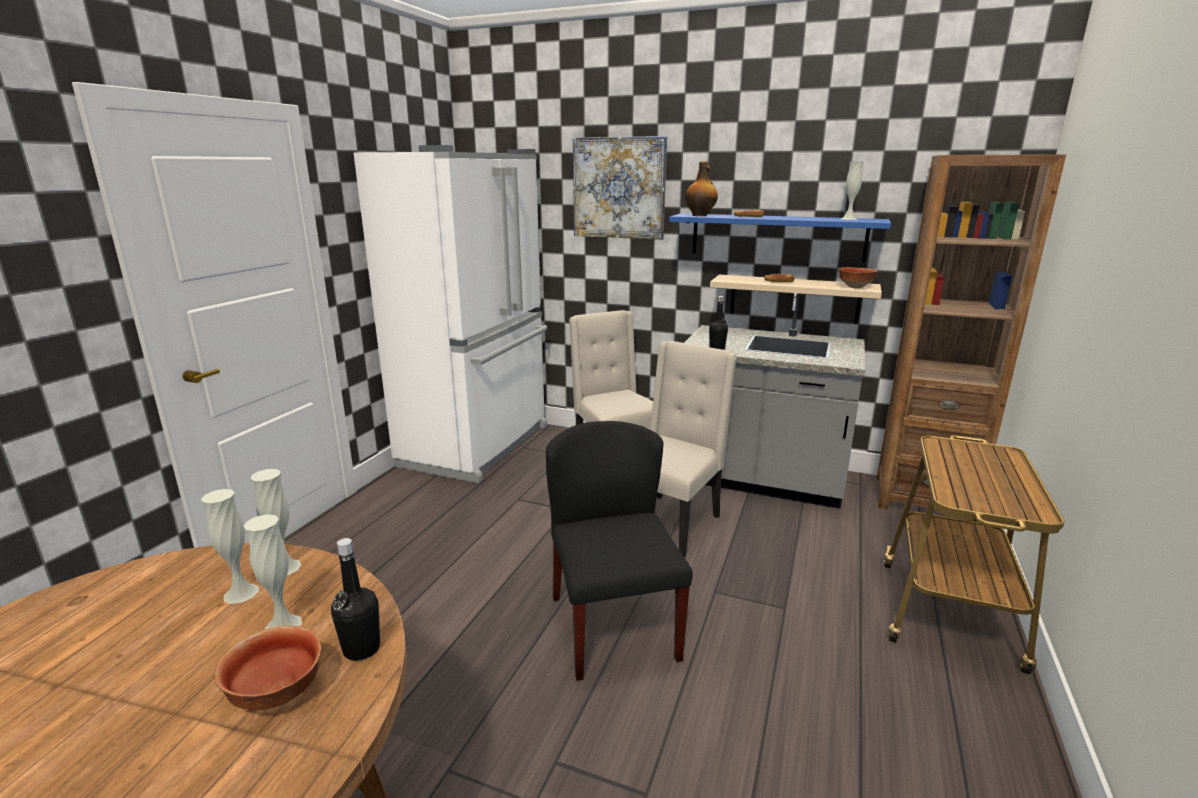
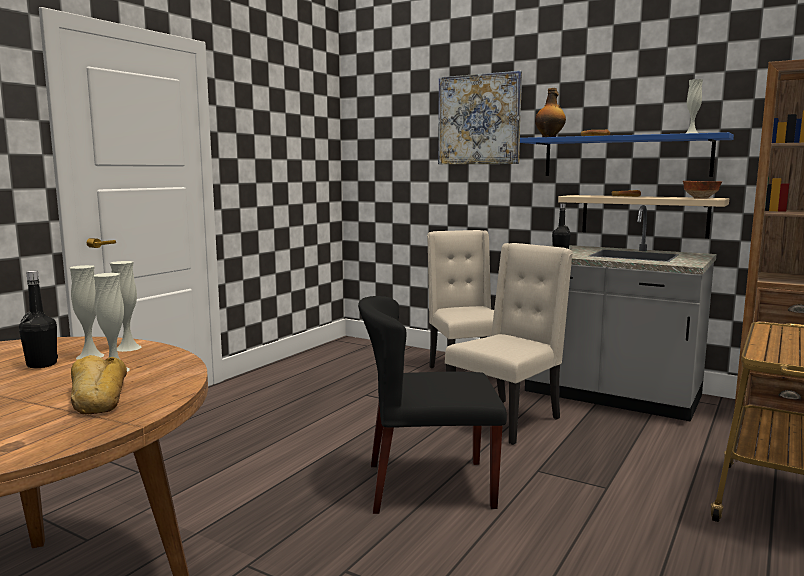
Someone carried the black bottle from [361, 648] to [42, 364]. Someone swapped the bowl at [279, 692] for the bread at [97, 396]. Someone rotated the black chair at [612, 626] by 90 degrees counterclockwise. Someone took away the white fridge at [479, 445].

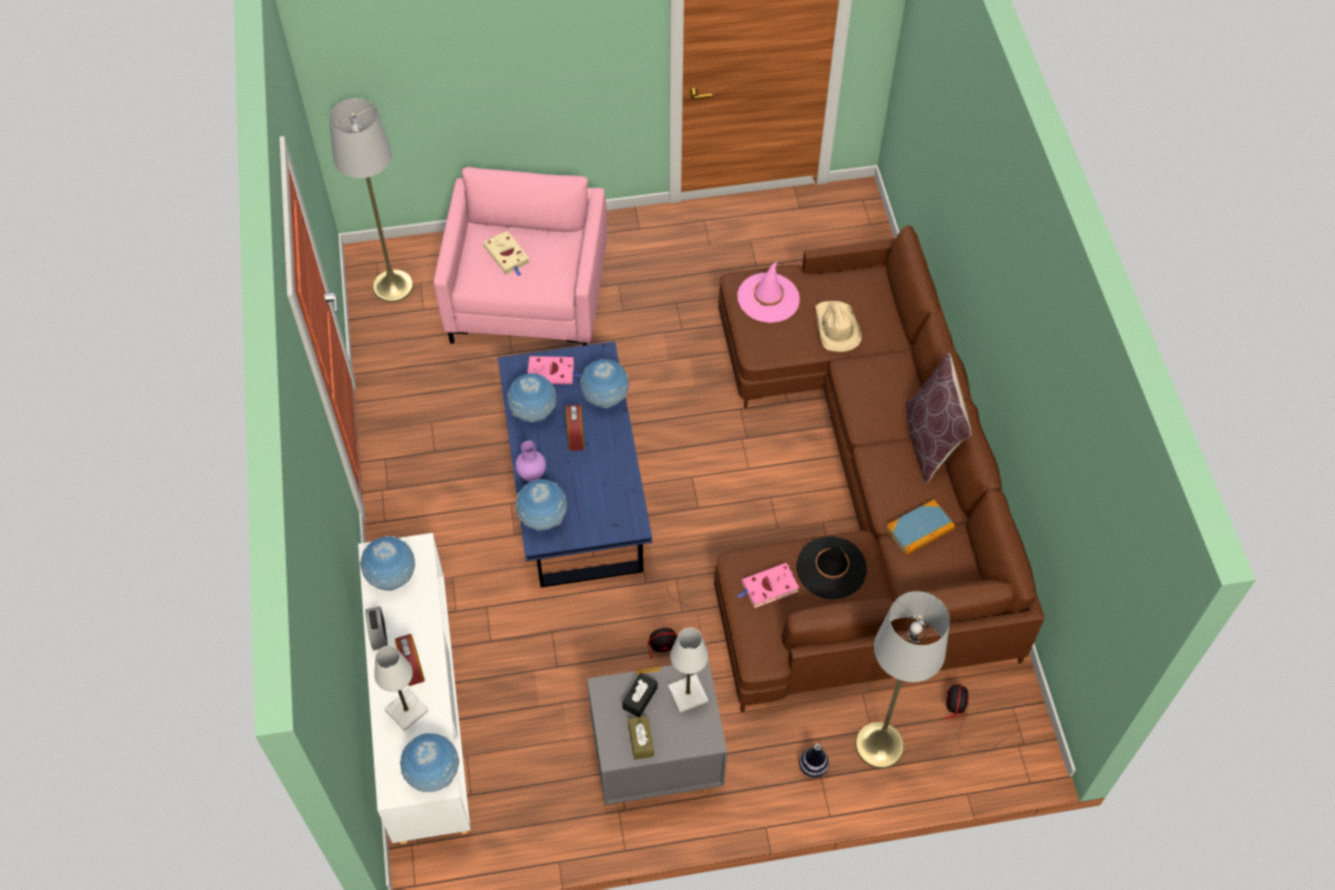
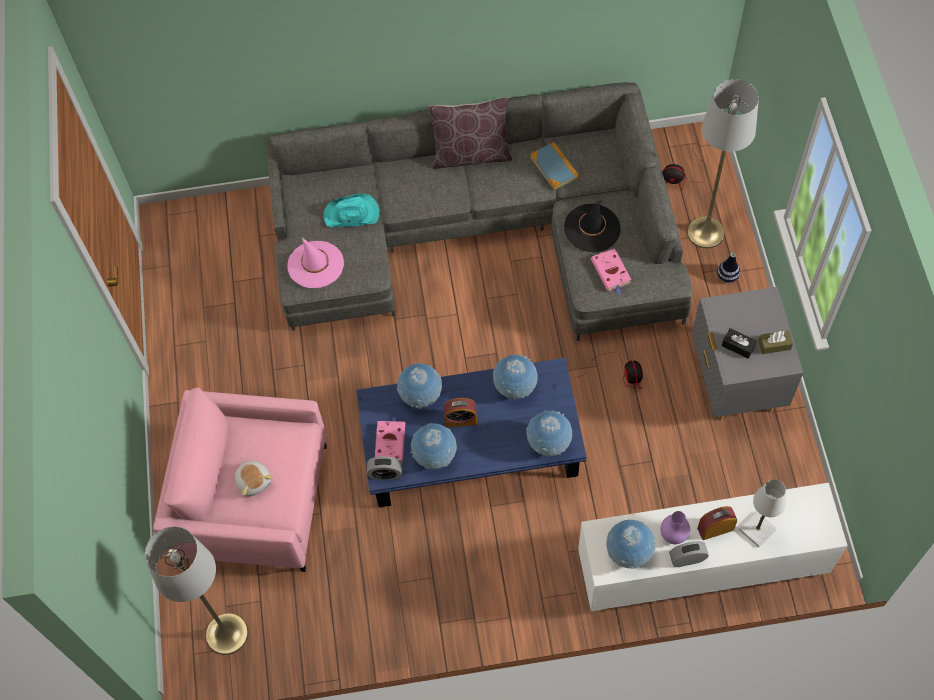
Someone swapped the beige book at [507, 256] for the plush toy at [254, 481]. Someone repainted the brown sofa at [861, 493], which became the grey sofa at [483, 232]. Someone repainted the beige hat at [836, 328], which became the turquoise hat at [352, 214]. Someone put down the alarm clock at [385, 473]. Someone carried the globe from [433, 774] to [515, 387]. Someone carried the purple vase from [531, 475] to [674, 536]. Someone took away the white table lamp at [688, 694].

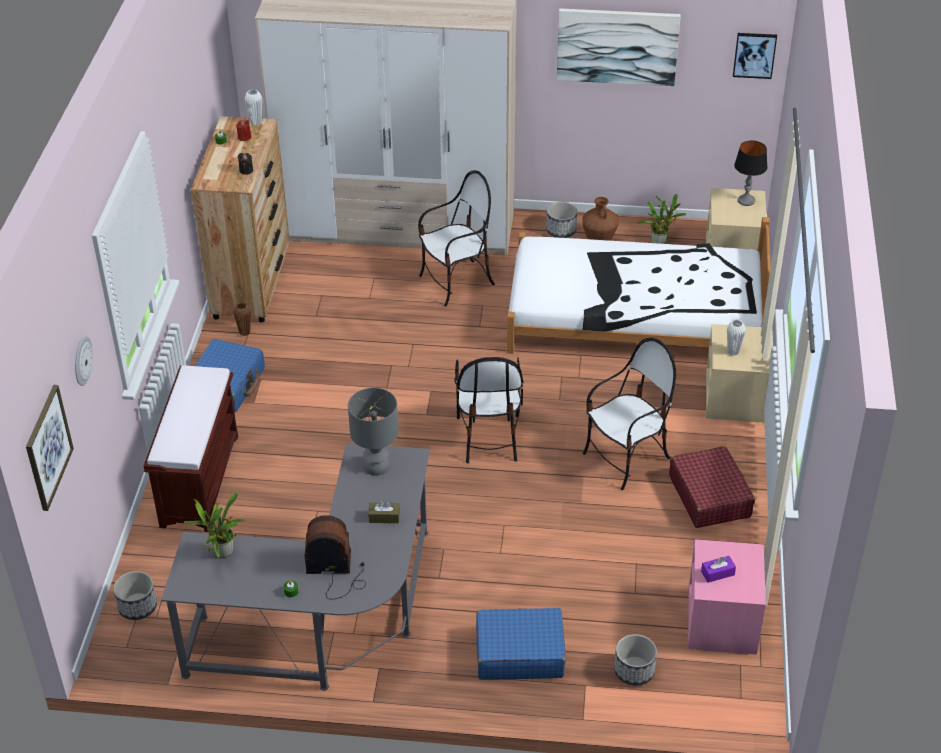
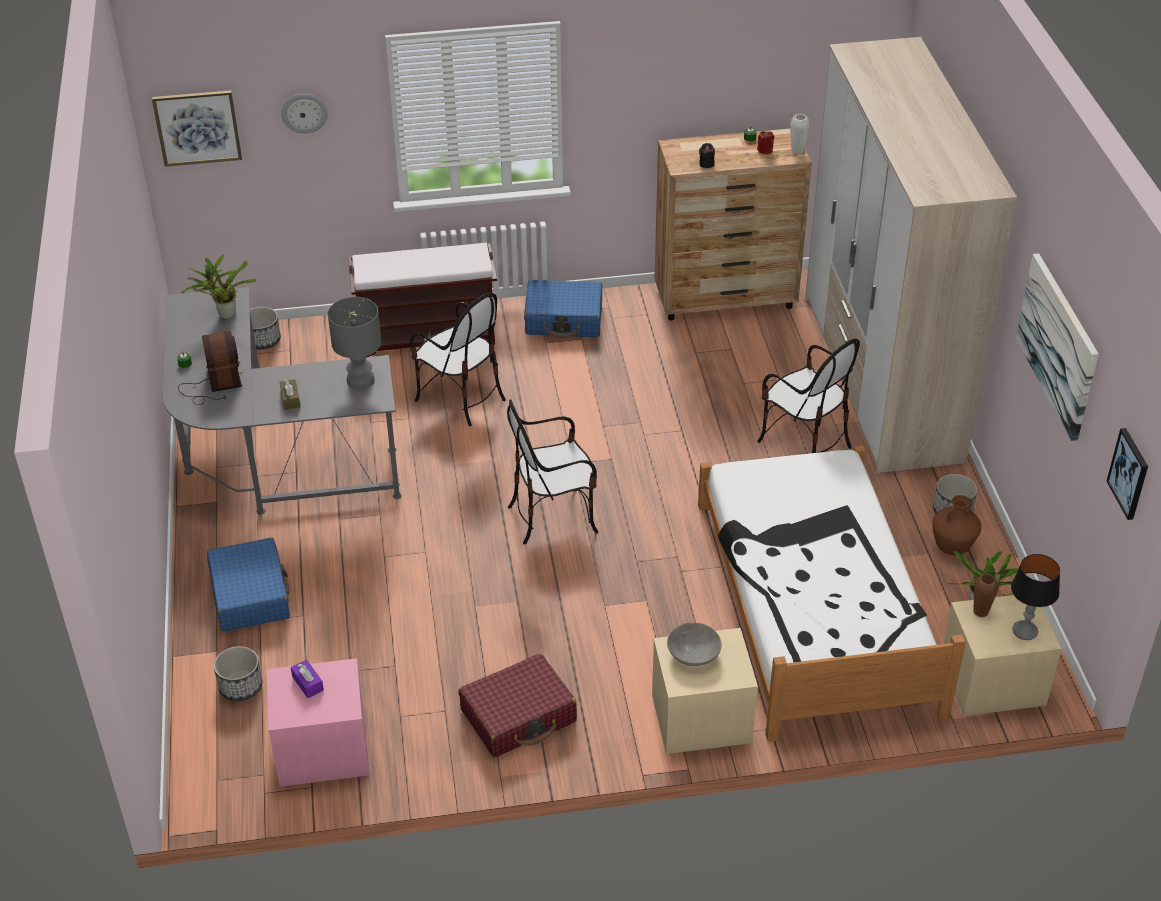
Someone carried the chair from [627, 459] to [460, 398]. Someone swapped the white vase at [733, 352] for the grey bowl at [693, 654]. Someone carried the brown vase from [244, 332] to [980, 612].

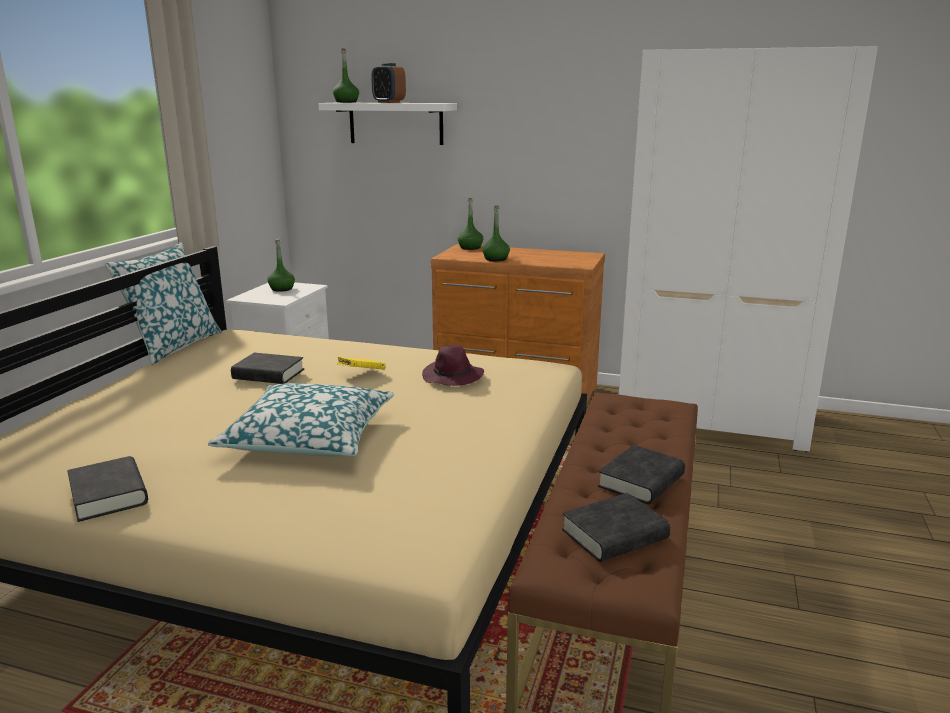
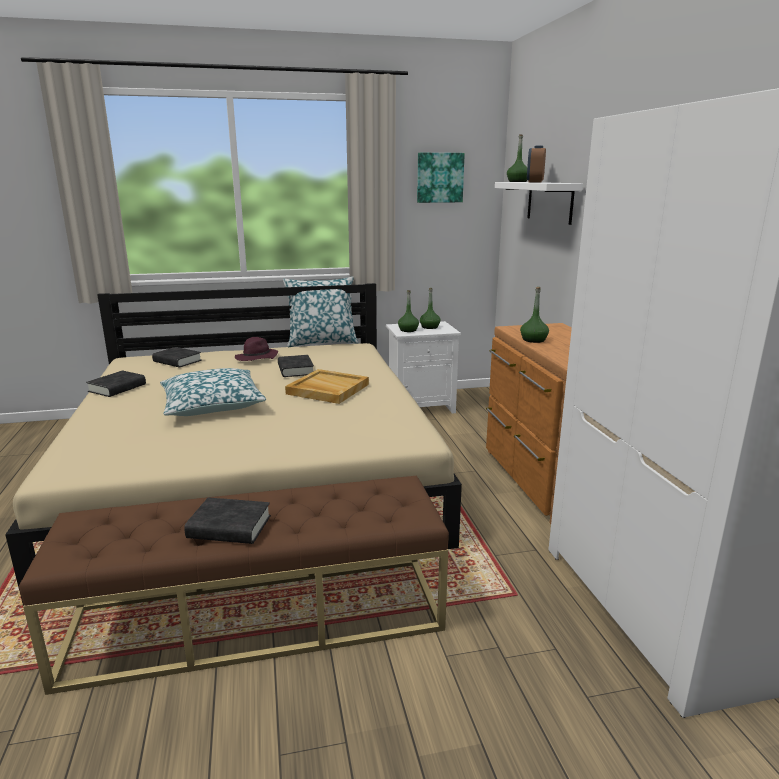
Someone carried the black book from [614, 535] to [177, 361]. Someone carried the purple hat from [453, 377] to [256, 358]. Someone swapped the yellow book at [361, 374] for the beige tray at [327, 389]. Someone carried the green bottle from [470, 247] to [408, 330]. Someone put up the picture at [439, 177].

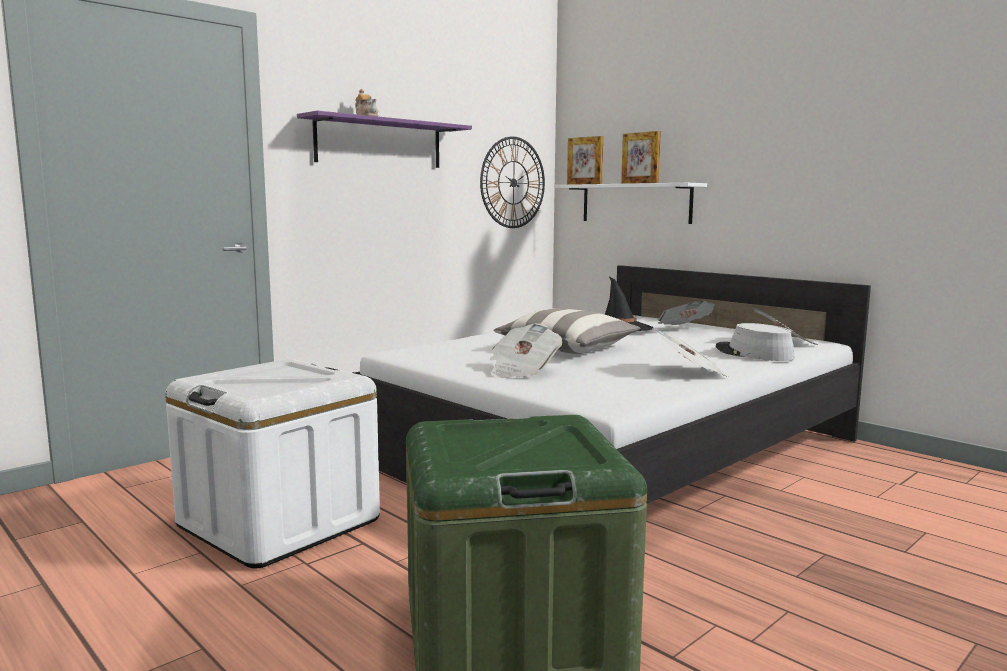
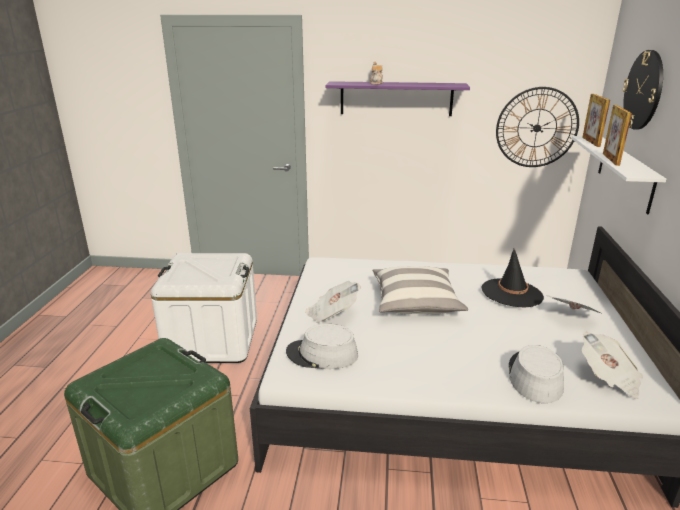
Someone put down the grey hat at [322, 354]. Someone put up the wall clock at [643, 90]. Someone took away the newspaper at [690, 372].

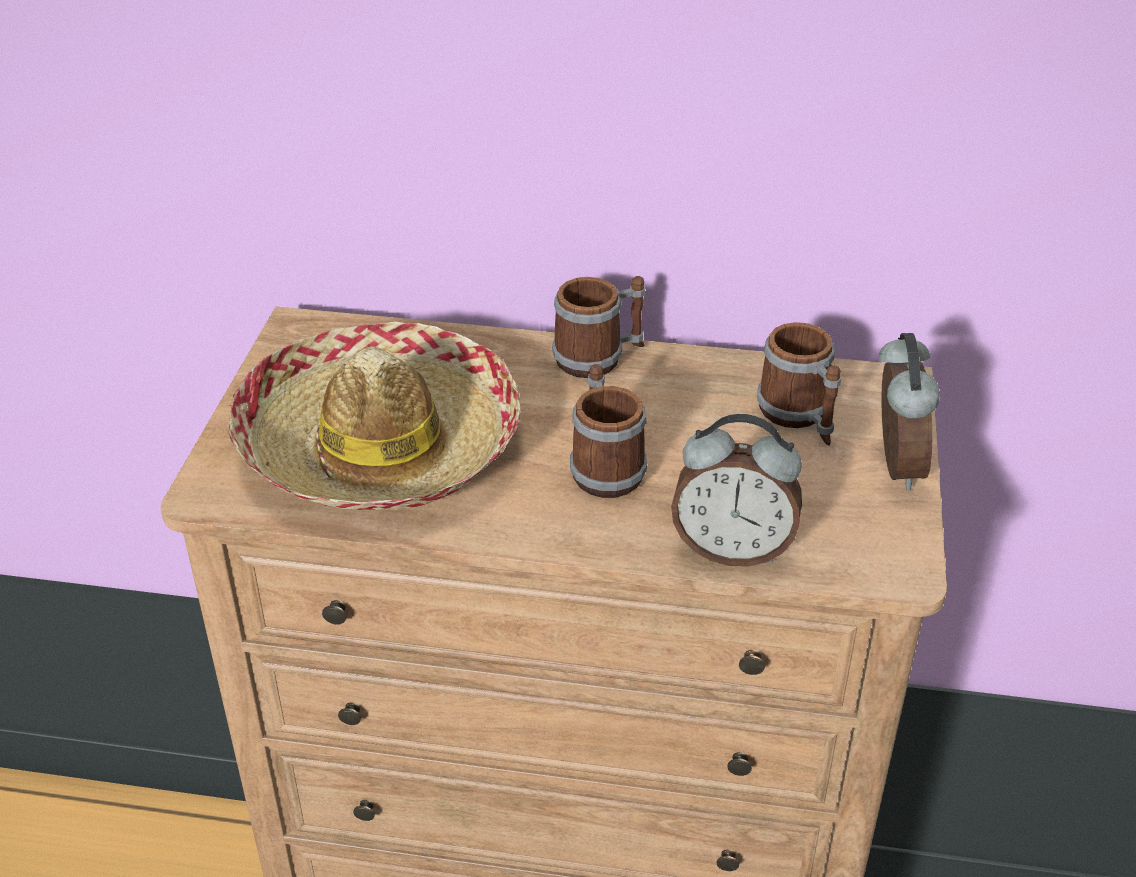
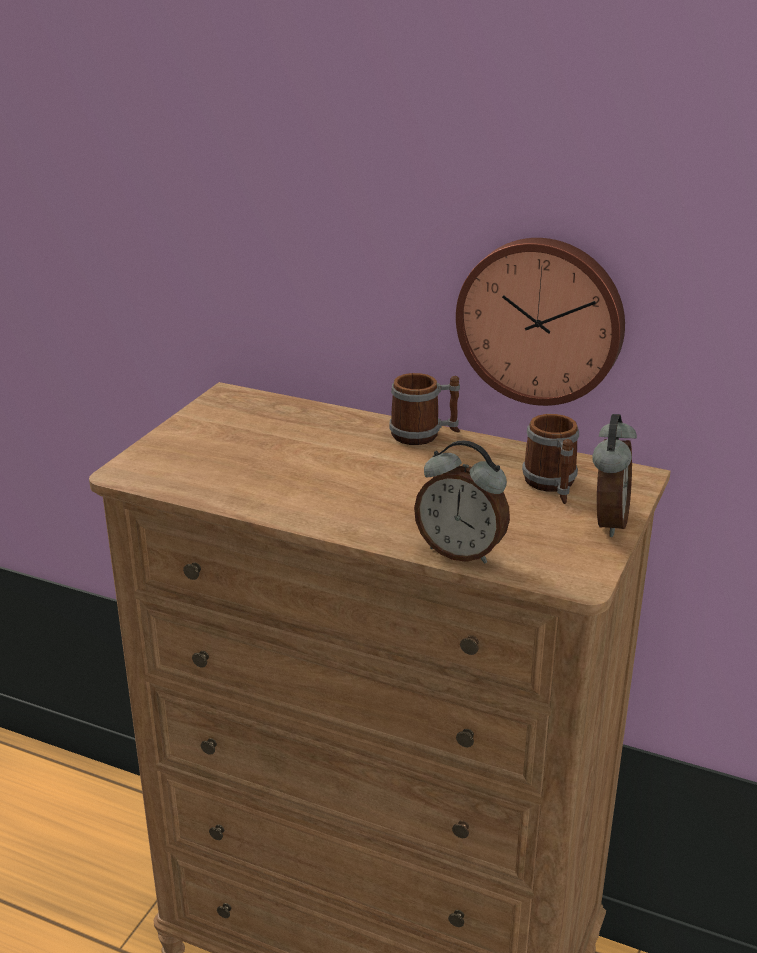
Someone put up the wall clock at [541, 320]. Someone took away the hat at [380, 443]. Someone took away the mug at [604, 466].

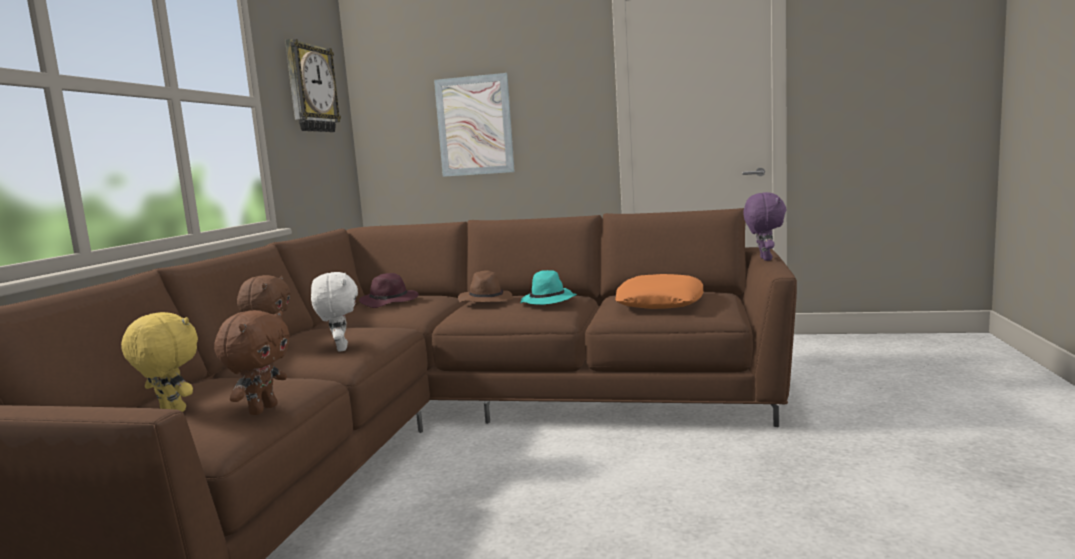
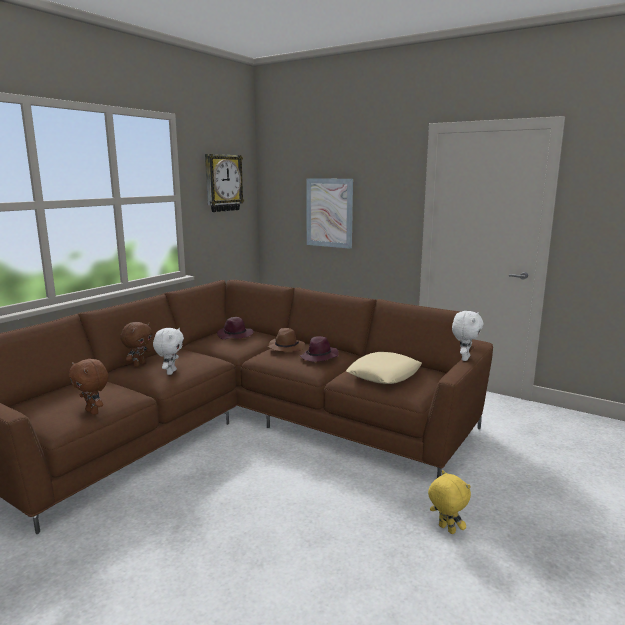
Someone rotated the brown plush toy at [262, 409] by 90 degrees clockwise. Someone repainted the turquoise hat at [548, 301], which became the purple hat at [319, 357]. Someone repainted the orange pillow at [660, 302], which became the beige pillow at [384, 374]. Someone carried the yellow plush toy from [170, 411] to [446, 529]. Someone repainted the purple plush toy at [764, 259], which became the white plush toy at [464, 358].

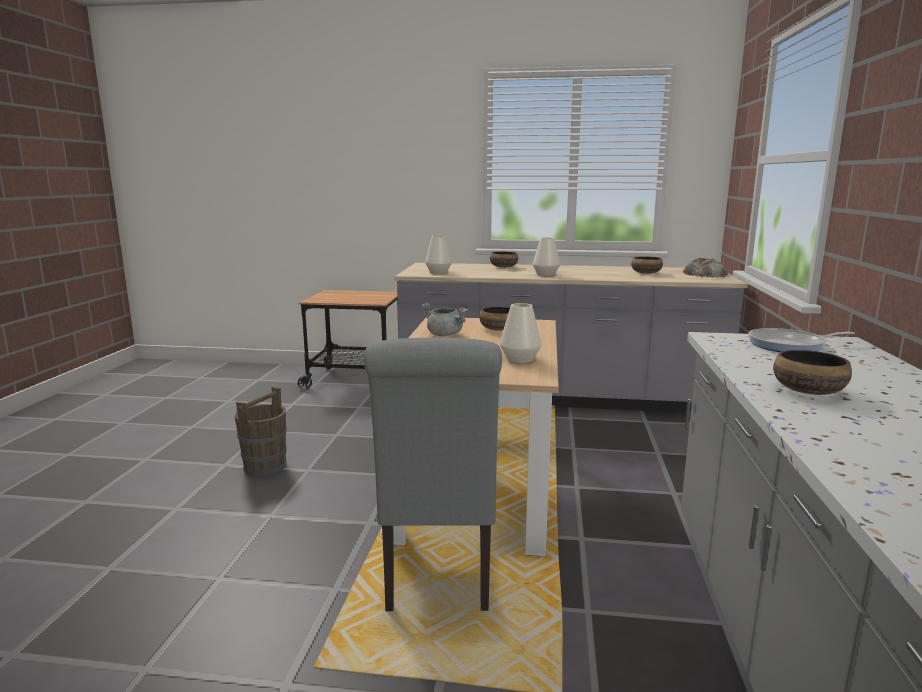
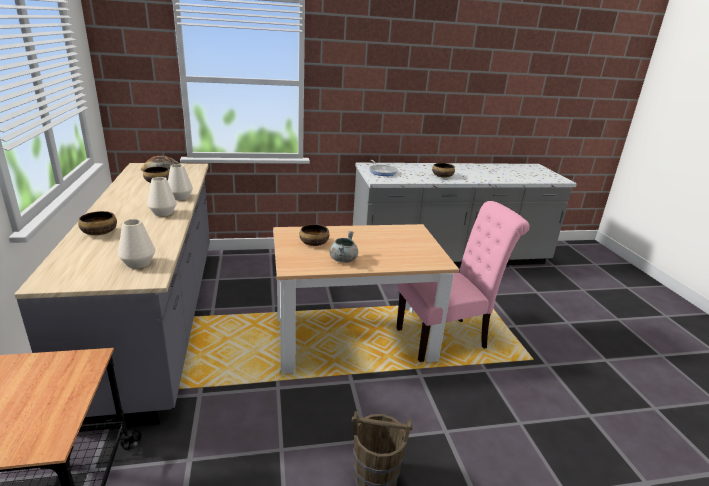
Someone carried the white vase from [520, 359] to [180, 197]. Someone repainted the grey chair at [438, 573], which became the pink chair at [446, 338].

